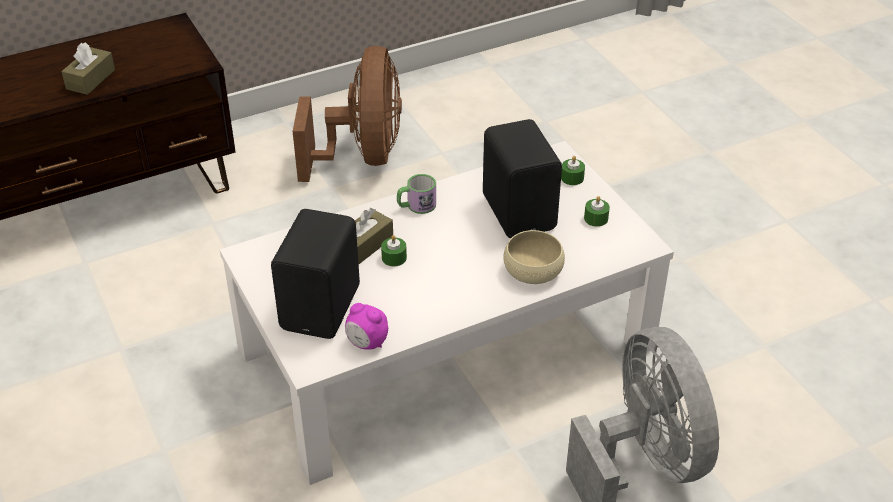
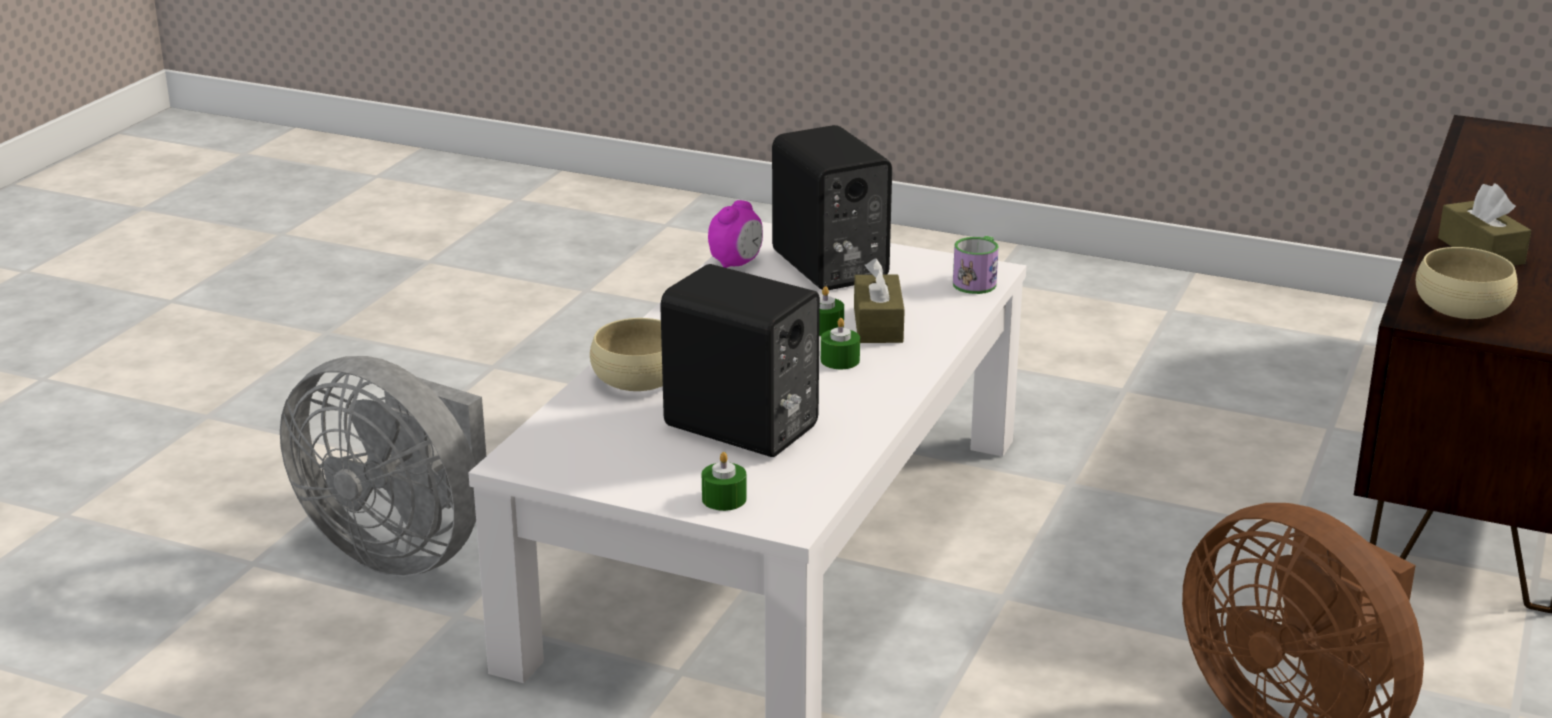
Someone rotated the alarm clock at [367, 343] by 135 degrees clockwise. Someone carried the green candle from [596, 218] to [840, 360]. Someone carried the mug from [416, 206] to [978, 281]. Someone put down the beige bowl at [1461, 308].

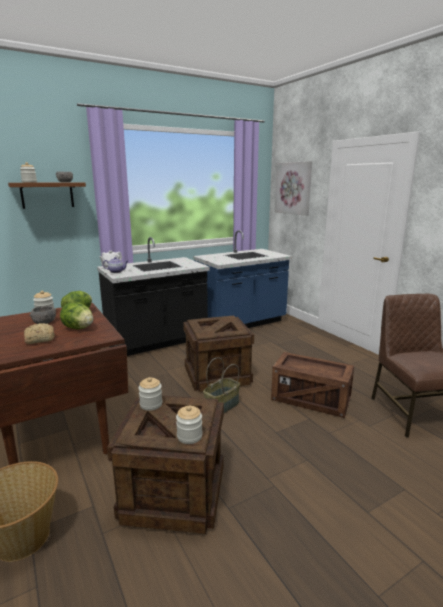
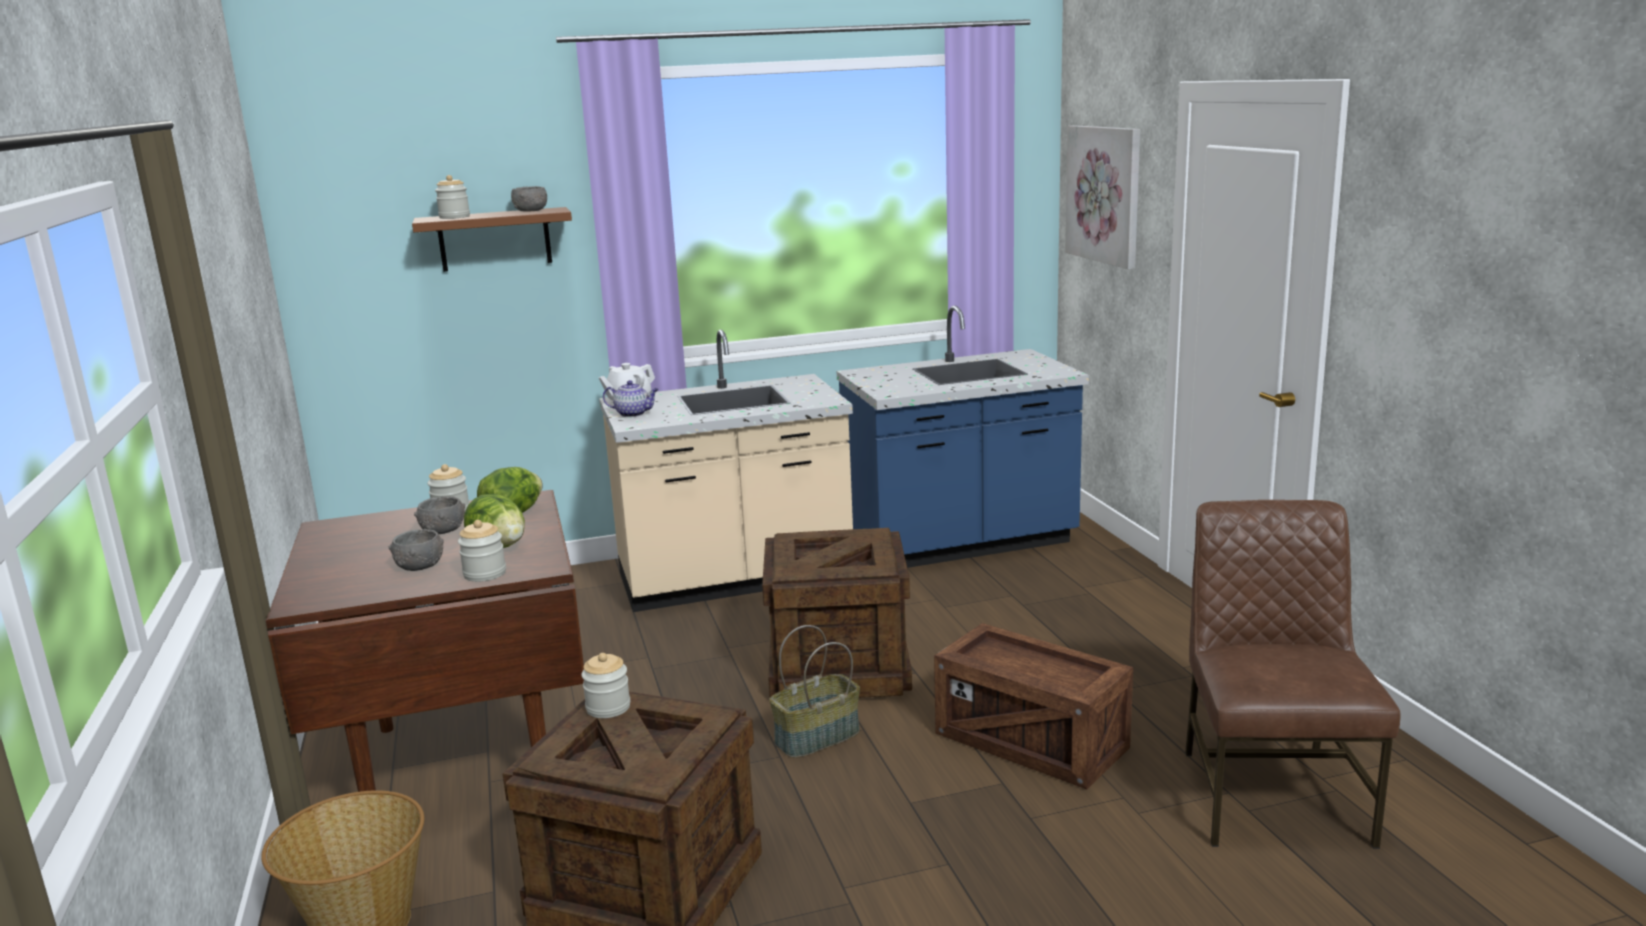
Someone swapped the bread at [39, 339] for the grey bowl at [420, 566]. Someone carried the jar from [189, 436] to [485, 574]. Someone repainted the black counter at [157, 342], which became the beige counter at [735, 580].

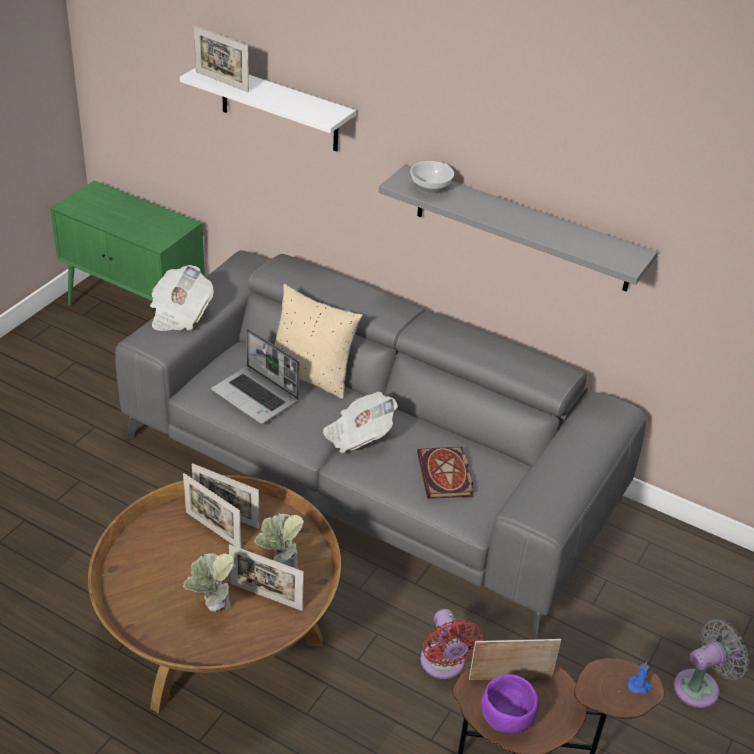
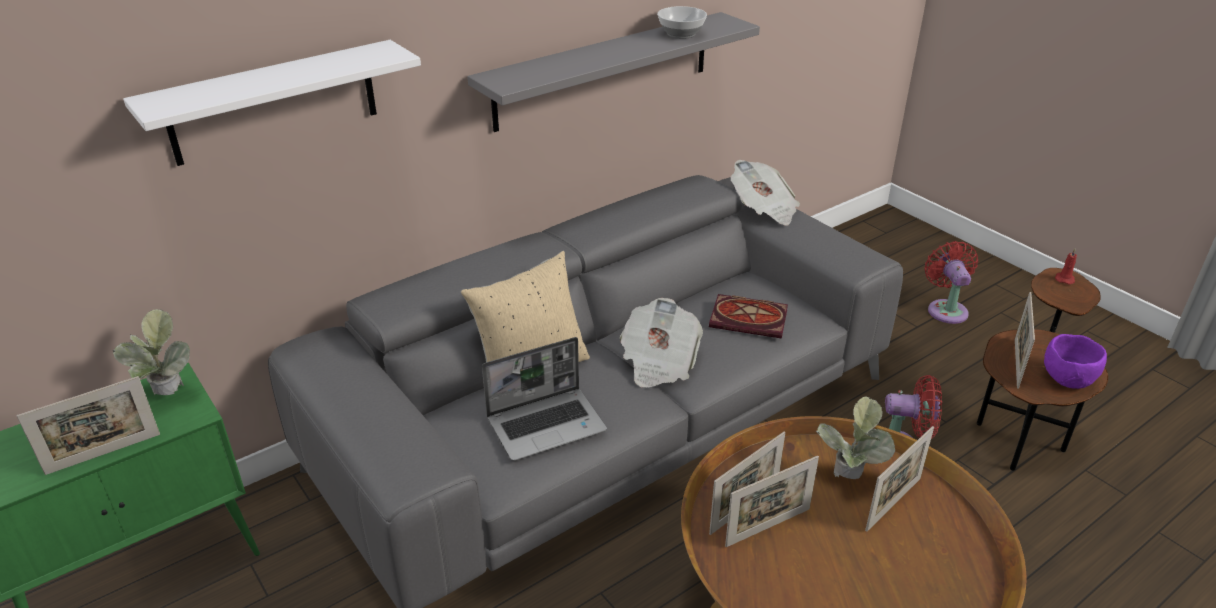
Someone carried the picture frame from [222, 82] to [104, 454]. Someone carried the potted plant from [212, 609] to [168, 398]. Someone carried the bowl from [429, 188] to [681, 34]. Someone carried the newspaper from [179, 314] to [764, 209]. Someone repainted the grey fan at [700, 687], which became the red fan at [946, 309]. Someone repainted the blue candle at [639, 686], which became the red candle at [1064, 279].

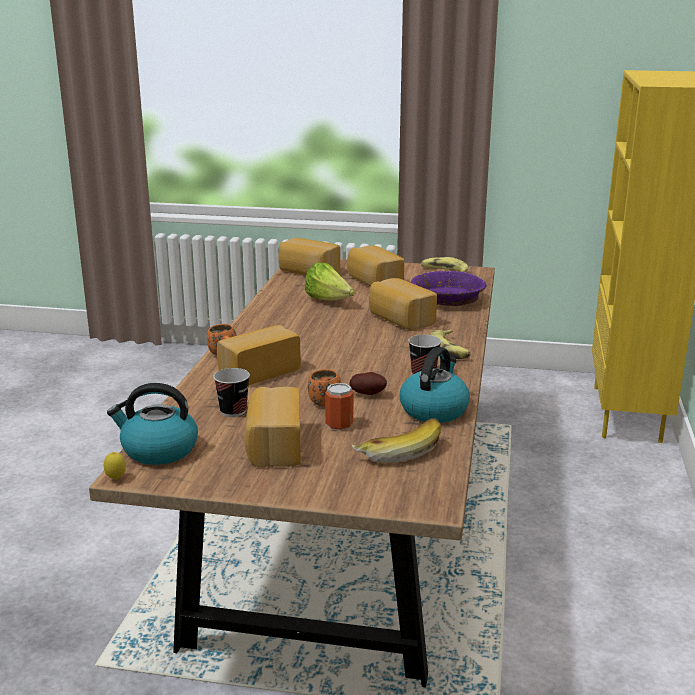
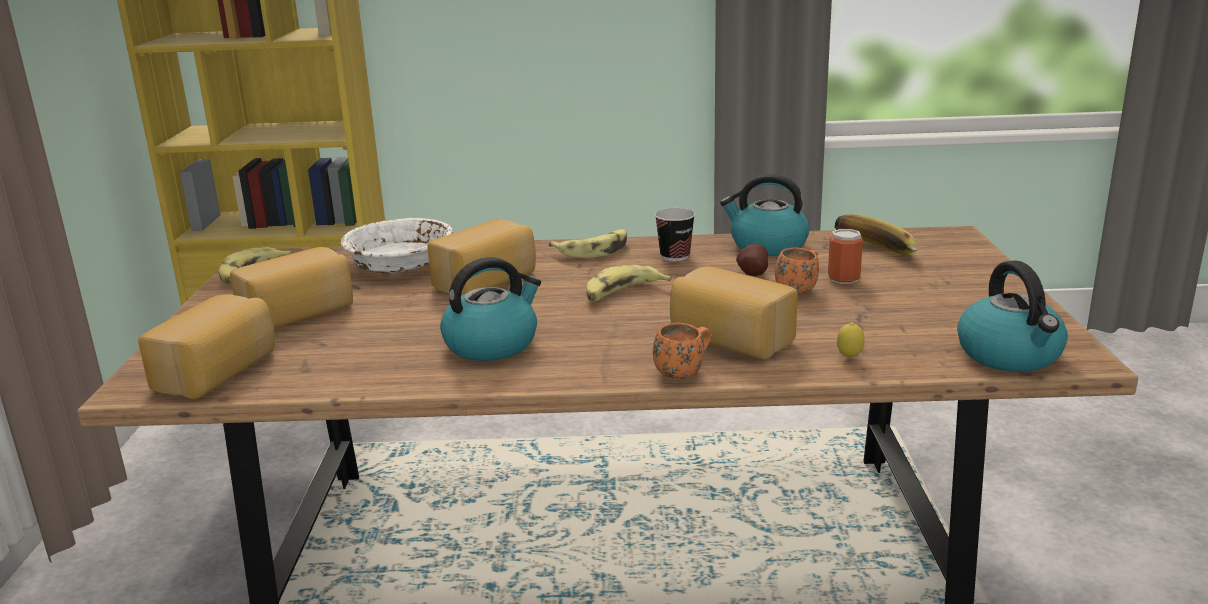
Someone repainted the purple bowl at [448, 300], which became the white bowl at [400, 263]. Someone put down the kettle at [492, 344]. Someone put down the banana at [622, 293]. Someone carried the lemon from [116, 479] to [849, 358]. Someone took away the cup at [233, 411]. Someone took away the bread at [273, 446]. Someone took away the lettuce at [329, 301].

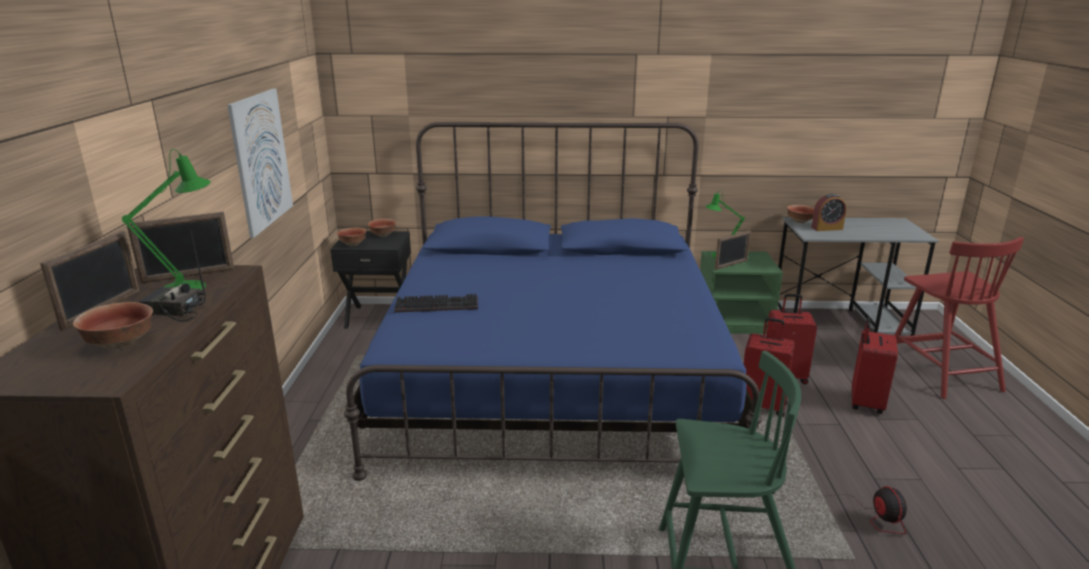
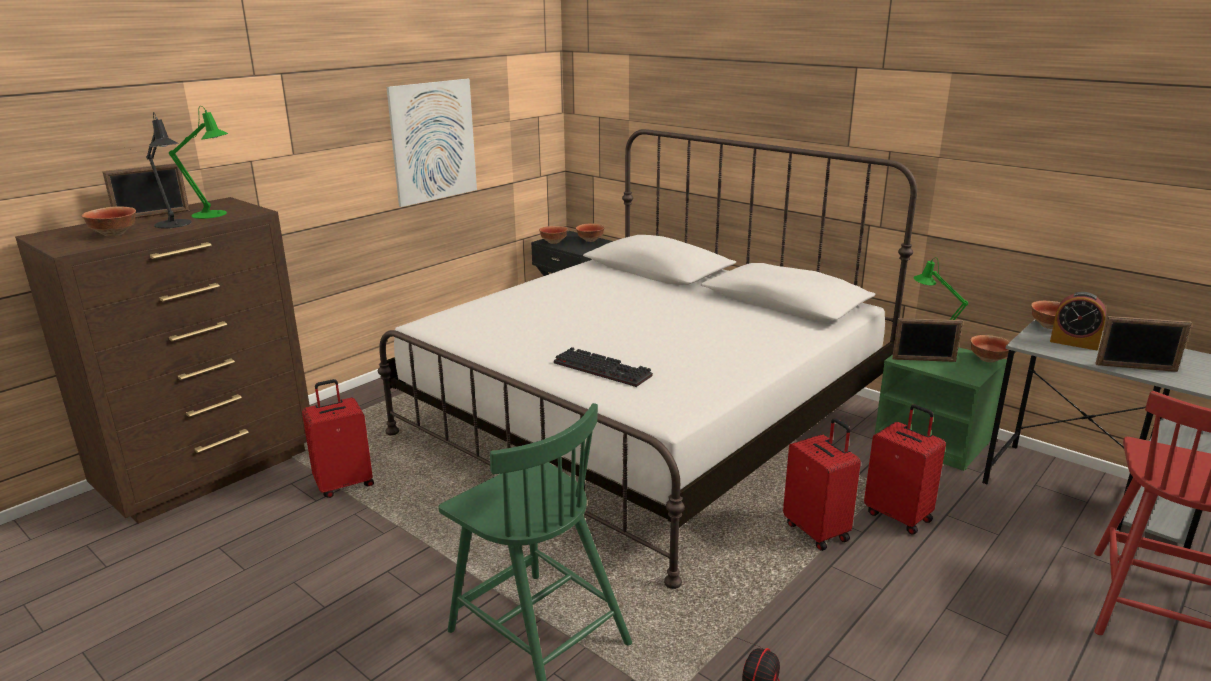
Someone swapped the radio at [174, 311] for the black table lamp at [175, 225]. Someone carried the red suitcase from [865, 403] to [344, 484]. Someone repainted the blue bed at [553, 377], which became the white bed at [643, 421]. Someone carried the keyboard from [438, 305] to [604, 369]. Someone put down the bowl at [988, 360]. Someone carried the picture frame from [188, 275] to [1136, 368].

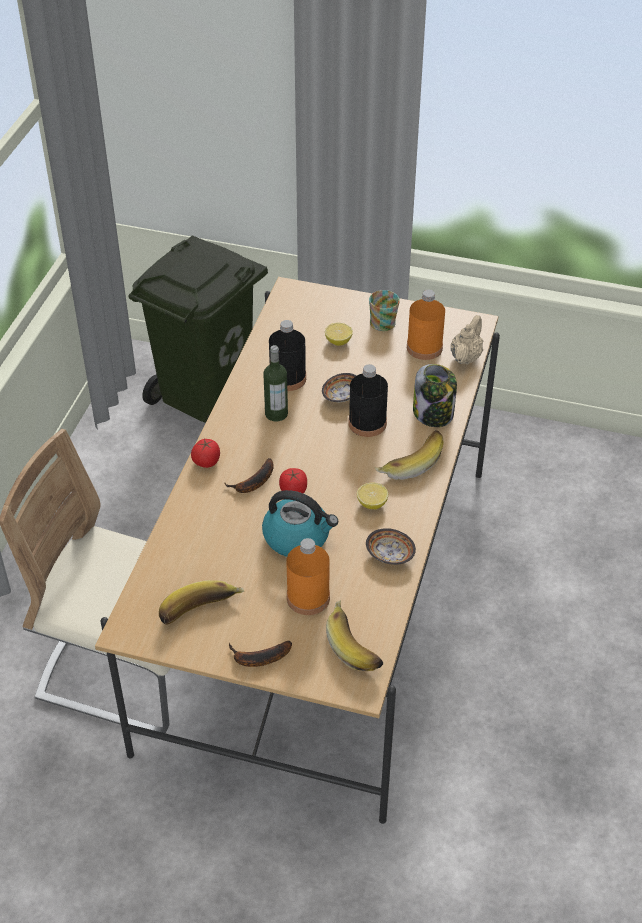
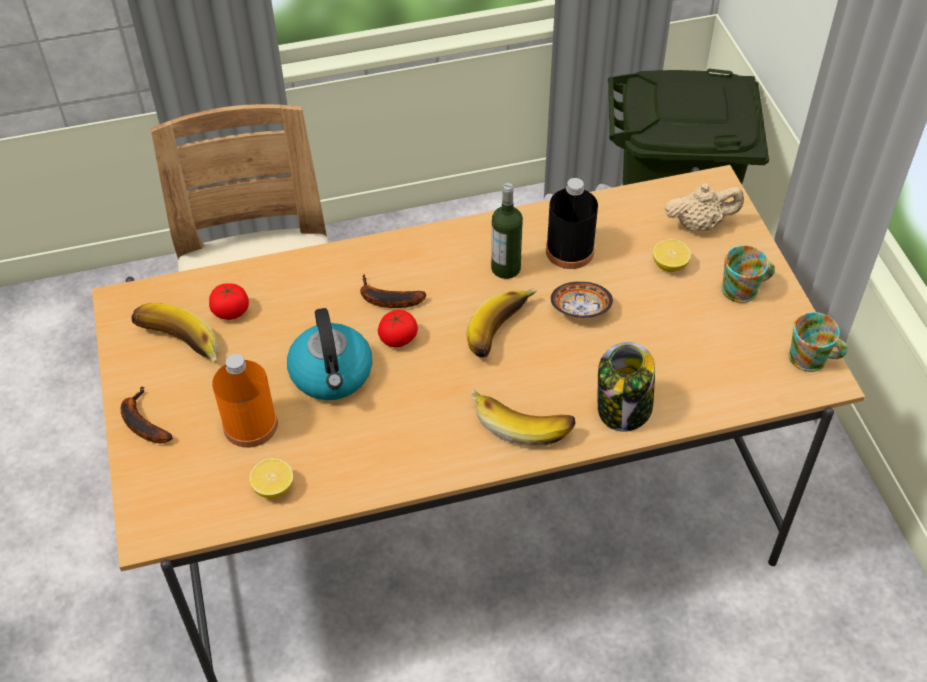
Someone carried the tomato from [206, 461] to [231, 311]. Someone carried the lemon from [372, 503] to [273, 487]. Someone carried the banana from [356, 645] to [503, 333]. Someone carried the beige teapot from [466, 357] to [699, 224]. Someone put down the mug at [813, 359]. Someone took away the black bottle at [367, 423]. Someone took away the bowl at [390, 555]. Someone took away the orange bottle at [424, 347].

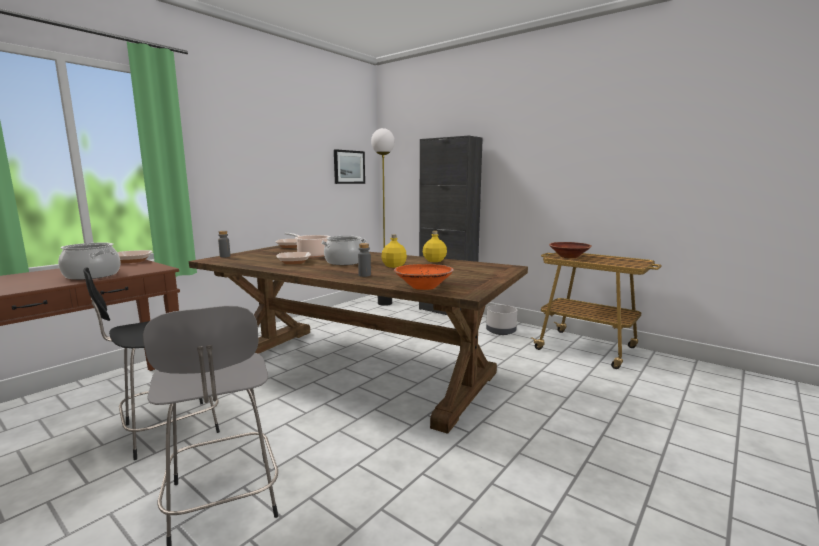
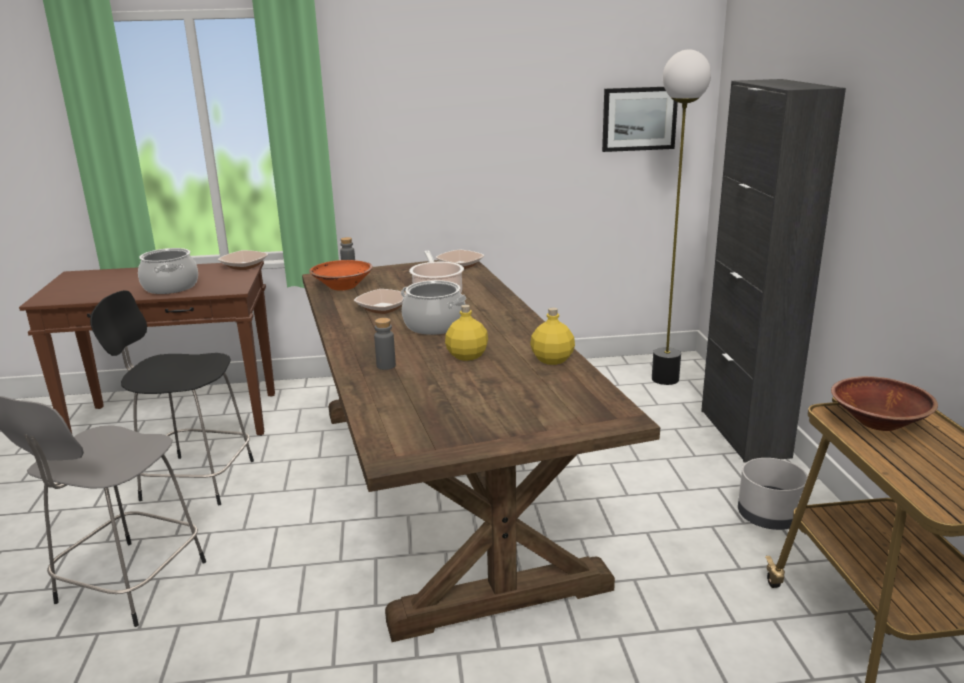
Someone carried the orange bowl from [423, 287] to [342, 287].

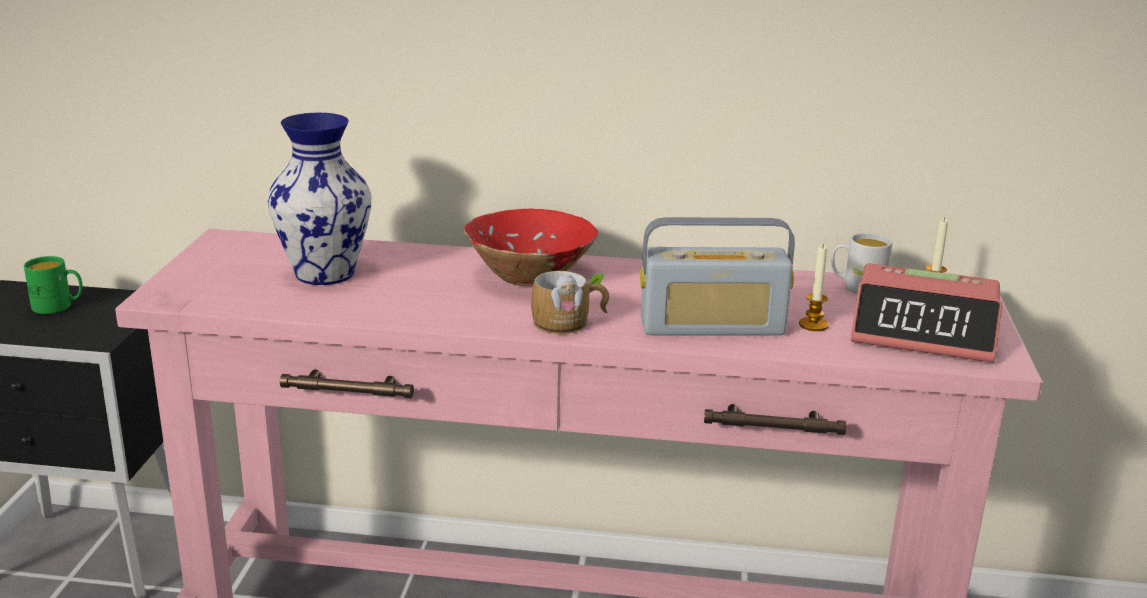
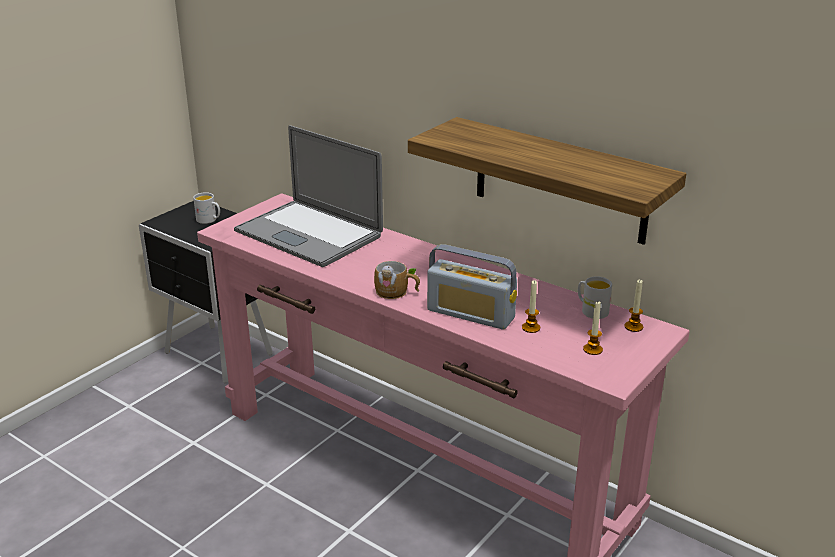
Someone repainted the green mug at [59, 307], which became the white mug at [209, 220]. Someone swapped the vase at [326, 273] for the laptop at [308, 233]. Someone put up the shelf at [560, 181]. Someone swapped the alarm clock at [924, 332] for the candle at [592, 349]. Someone took away the red bowl at [529, 277].

